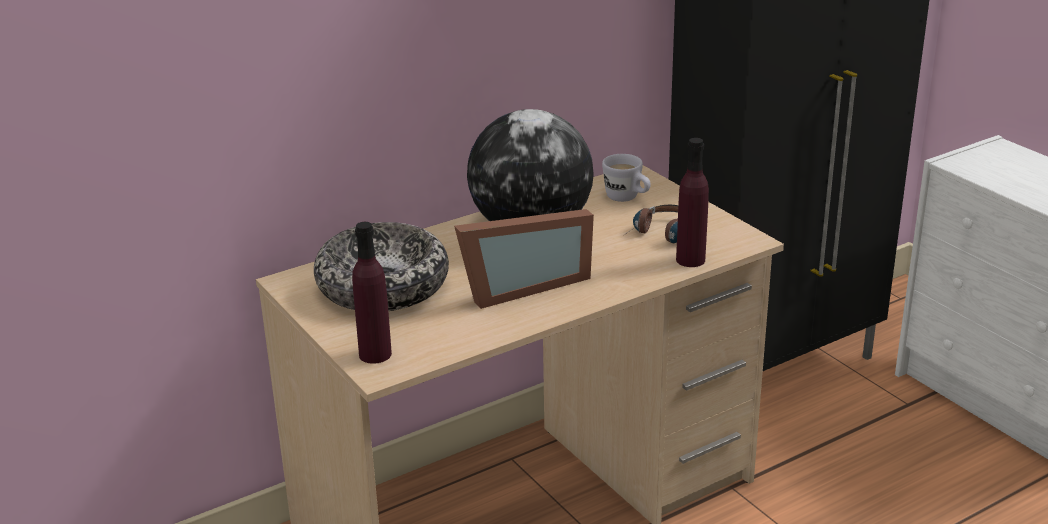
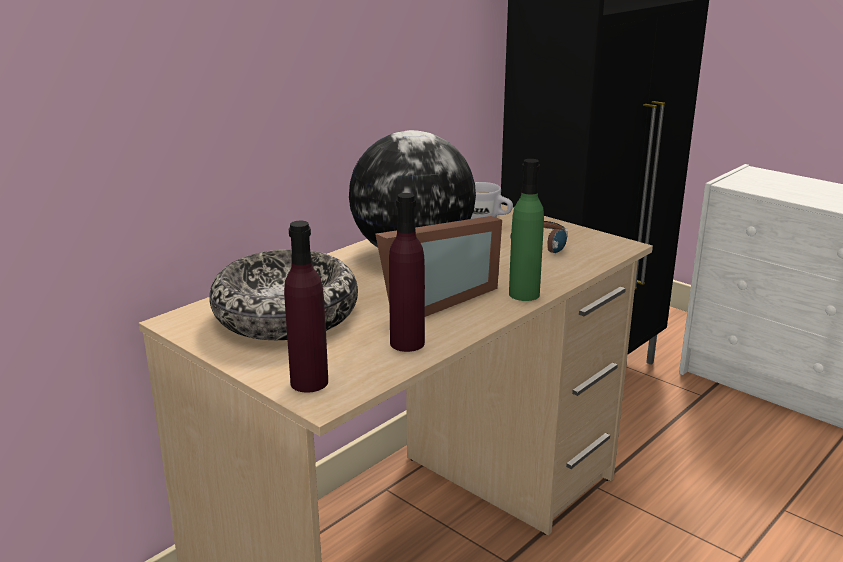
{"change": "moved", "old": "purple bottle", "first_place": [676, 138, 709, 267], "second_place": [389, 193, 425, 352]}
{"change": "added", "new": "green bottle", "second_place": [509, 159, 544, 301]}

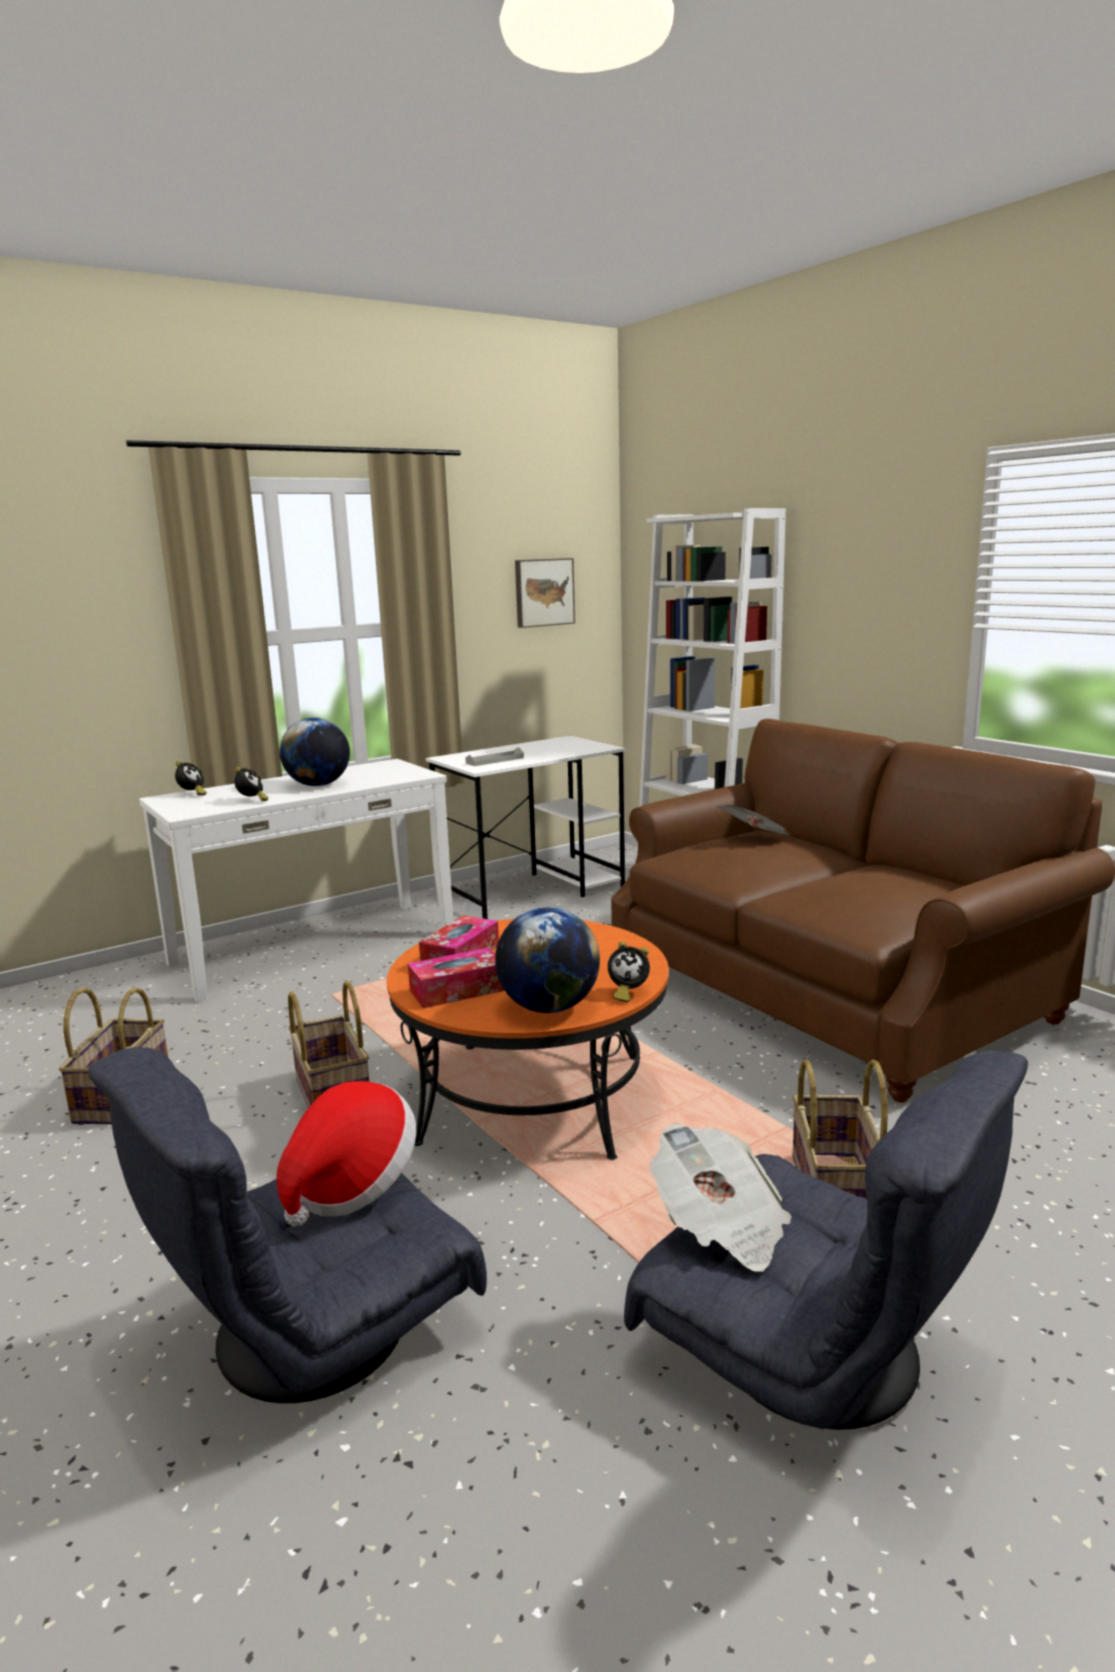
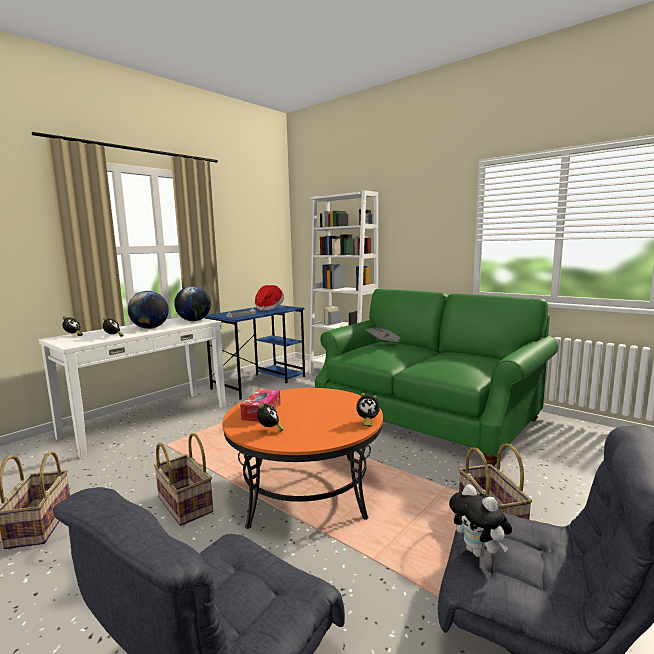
{"change": "moved", "old": "hat", "first_place": [276, 1081, 416, 1227], "second_place": [255, 285, 284, 311]}
{"change": "replaced", "old": "tissue box", "new": "alarm clock", "first_place": [408, 948, 505, 1008], "second_place": [257, 402, 284, 431]}
{"change": "recoloured", "old": "white desk", "new": "blue desk", "first_place": [425, 736, 627, 919], "second_place": [205, 305, 305, 400]}
{"change": "moved", "old": "globe", "first_place": [495, 907, 600, 1013], "second_place": [174, 286, 211, 321]}
{"change": "removed", "old": "picture", "first_place": [515, 558, 575, 628]}
{"change": "recoloured", "old": "brown sofa", "new": "green sofa", "first_place": [611, 719, 1115, 1103], "second_place": [315, 289, 558, 466]}
{"change": "replaced", "old": "newspaper", "new": "plush toy", "first_place": [650, 1123, 792, 1272], "second_place": [449, 484, 512, 557]}

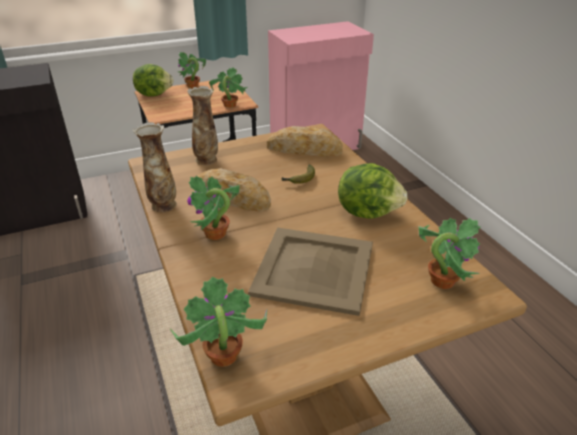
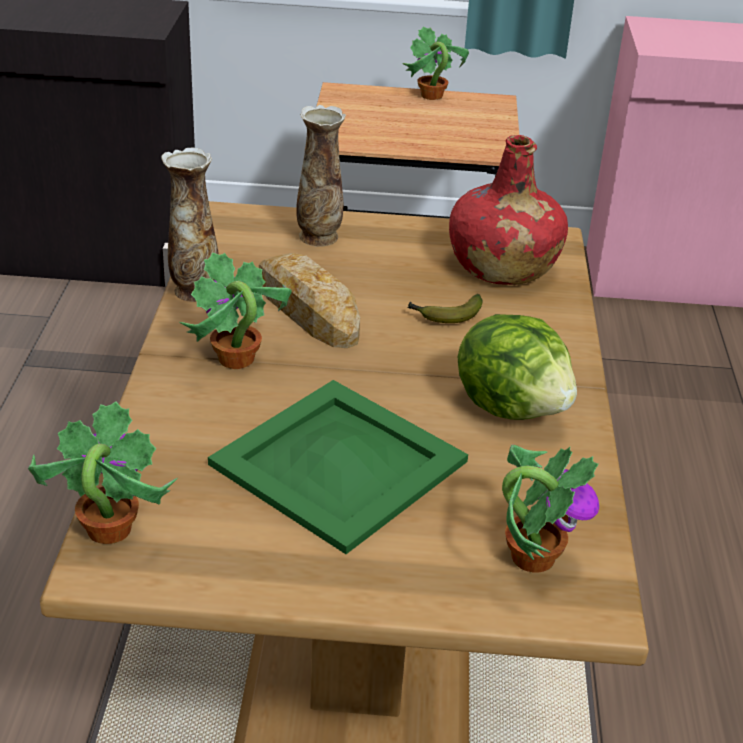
{"change": "removed", "old": "lettuce", "first_place": [133, 64, 174, 97]}
{"change": "removed", "old": "potted plant", "first_place": [209, 67, 248, 108]}
{"change": "recoloured", "old": "beige tray", "new": "green tray", "first_place": [248, 227, 373, 316], "second_place": [208, 380, 468, 554]}
{"change": "replaced", "old": "bread", "new": "red bottle", "first_place": [267, 126, 343, 156], "second_place": [449, 135, 568, 285]}

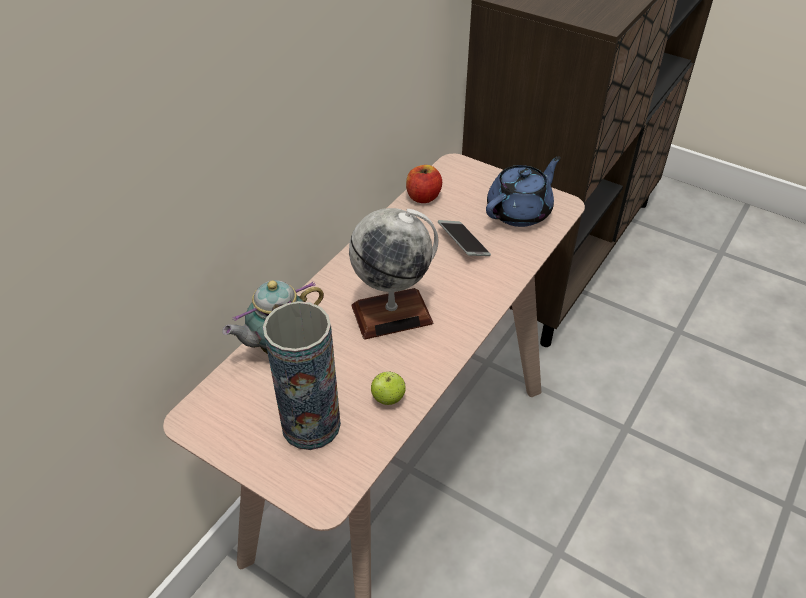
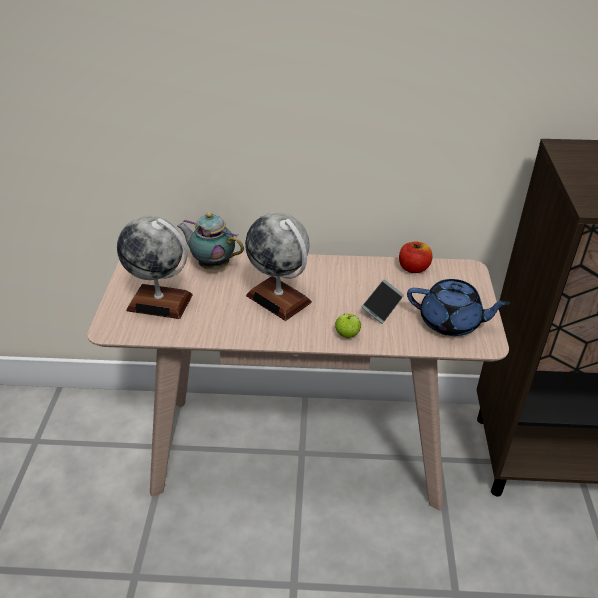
{"change": "replaced", "old": "vase", "new": "globe", "first_place": [263, 301, 341, 450], "second_place": [117, 215, 193, 319]}
{"change": "moved", "old": "apple", "first_place": [371, 371, 406, 405], "second_place": [335, 313, 361, 338]}

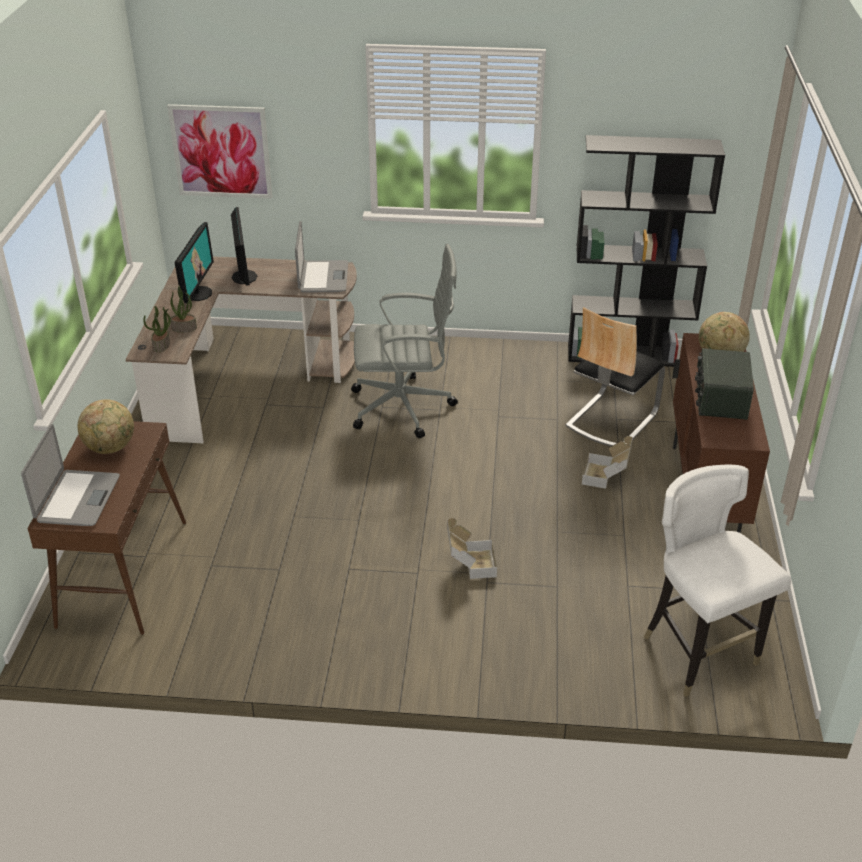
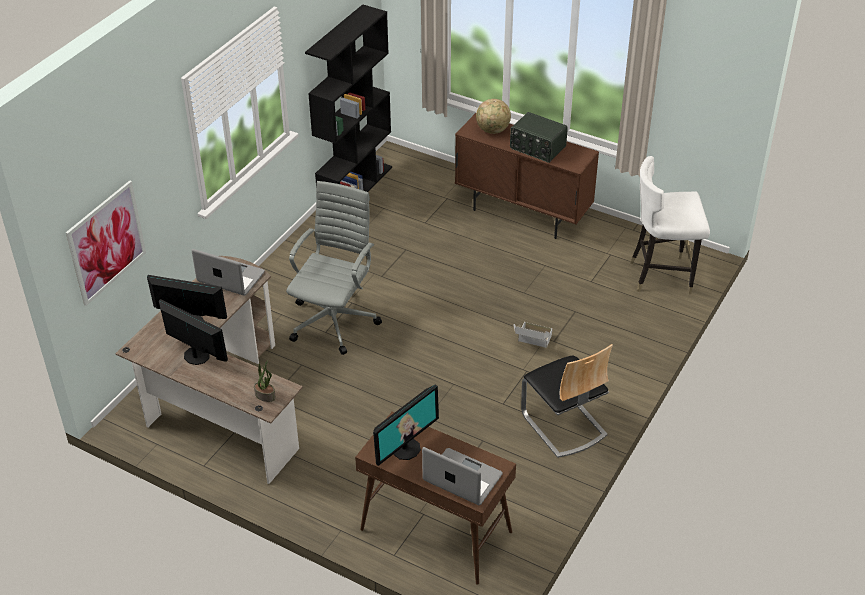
{"change": "replaced", "old": "globe", "new": "monitor", "first_place": [78, 399, 134, 454], "second_place": [373, 385, 439, 466]}
{"change": "removed", "old": "potted plant", "first_place": [171, 285, 197, 333]}
{"change": "moved", "old": "chair", "first_place": [566, 307, 665, 447], "second_place": [521, 344, 613, 458]}
{"change": "removed", "old": "cardboard box", "first_place": [582, 436, 633, 489]}

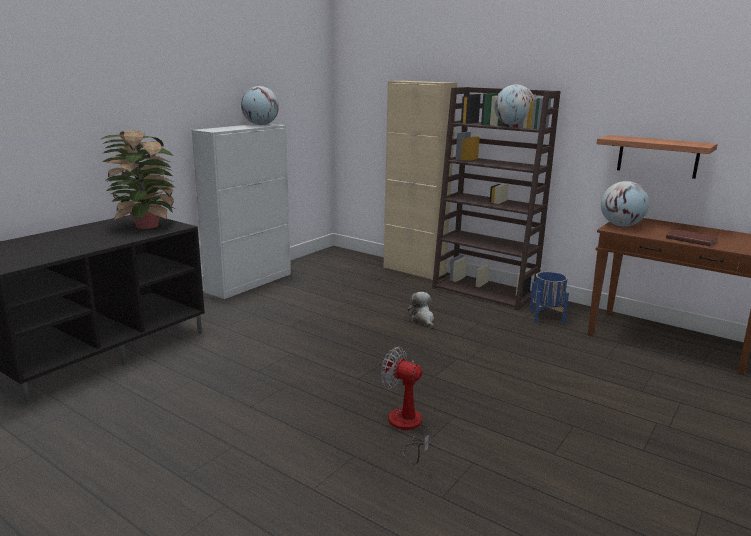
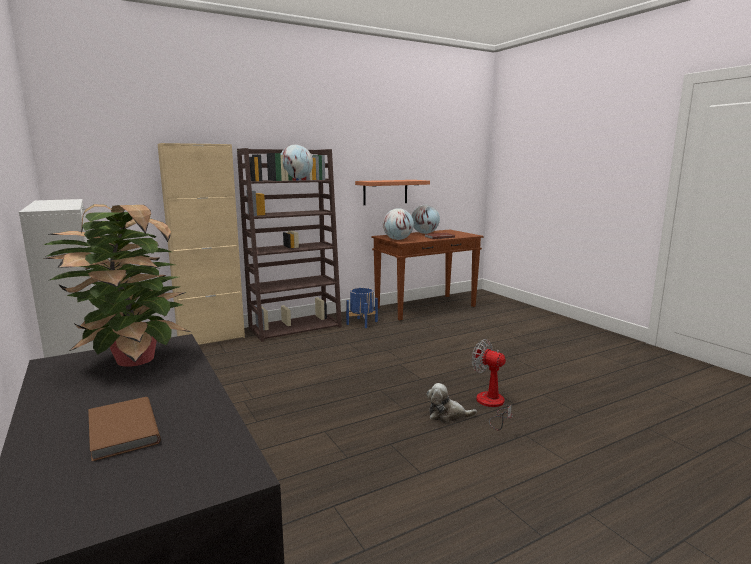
{"change": "moved", "old": "globe", "first_place": [241, 86, 279, 125], "second_place": [411, 205, 440, 234]}
{"change": "turned", "old": "fan", "first_place": [381, 347, 431, 464], "second_place": [472, 339, 513, 431], "degrees": 75}
{"change": "moved", "old": "plush toy", "first_place": [408, 292, 434, 328], "second_place": [427, 383, 477, 423]}
{"change": "added", "new": "brown book", "second_place": [88, 397, 161, 461]}

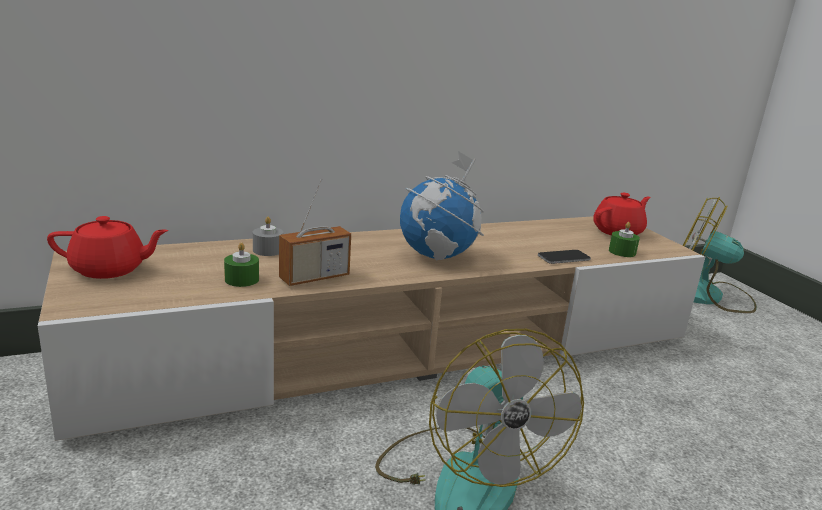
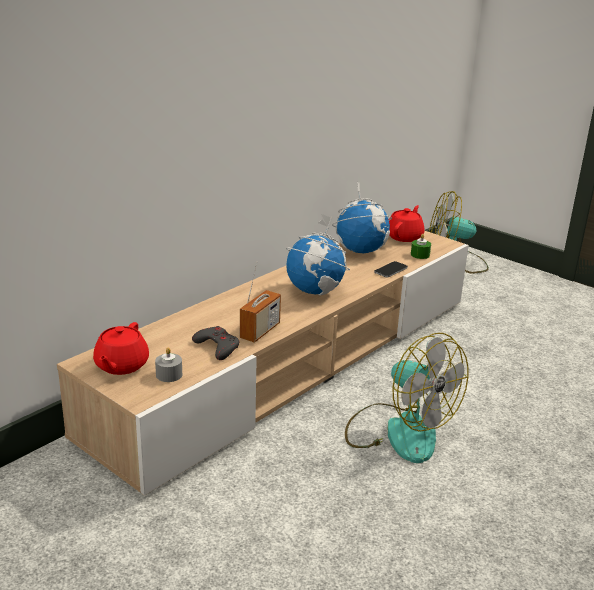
{"change": "turned", "old": "red teapot", "first_place": [47, 216, 168, 279], "second_place": [93, 322, 149, 375], "degrees": 135}
{"change": "replaced", "old": "green candle", "new": "grey game controller", "first_place": [224, 242, 259, 287], "second_place": [192, 326, 239, 360]}
{"change": "moved", "old": "grey candle", "first_place": [253, 217, 283, 256], "second_place": [155, 348, 182, 382]}
{"change": "added", "new": "globe", "second_place": [332, 182, 392, 254]}

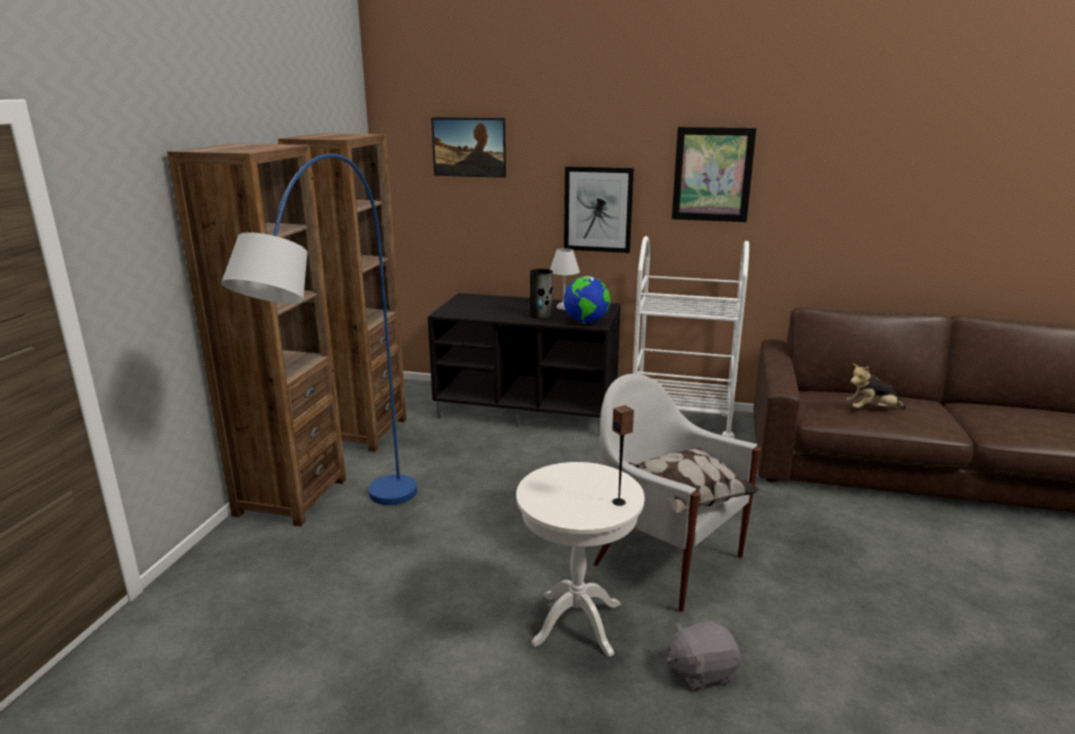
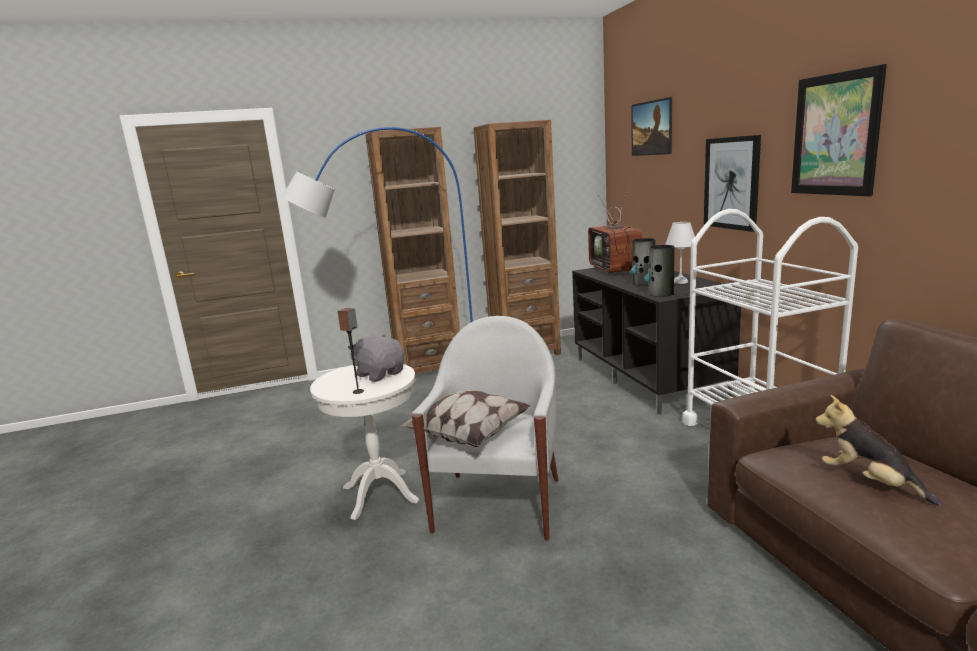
{"change": "replaced", "old": "globe", "new": "vase", "first_place": [563, 276, 610, 323], "second_place": [644, 245, 675, 297]}
{"change": "moved", "old": "grey plush toy", "first_place": [666, 621, 741, 691], "second_place": [348, 335, 404, 382]}
{"change": "added", "new": "television", "second_place": [588, 190, 642, 275]}

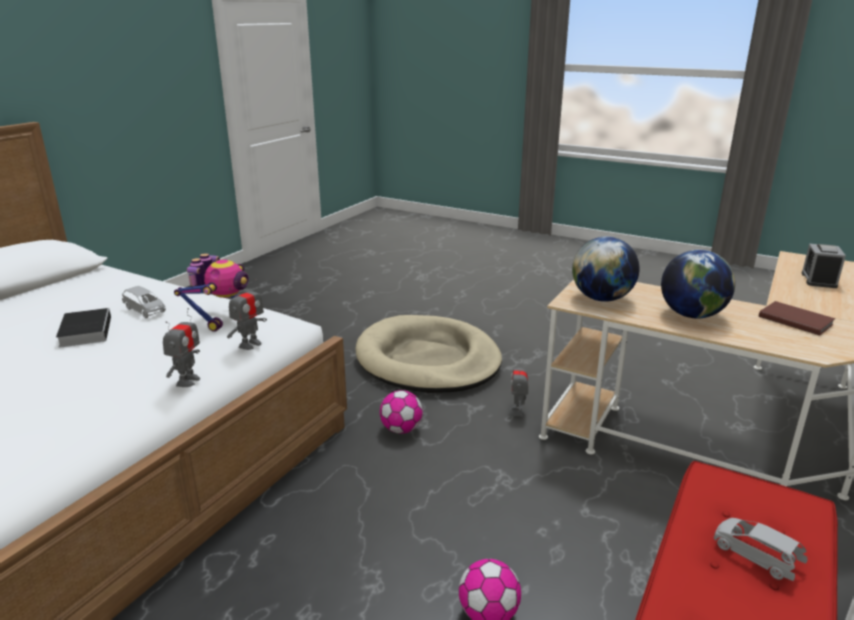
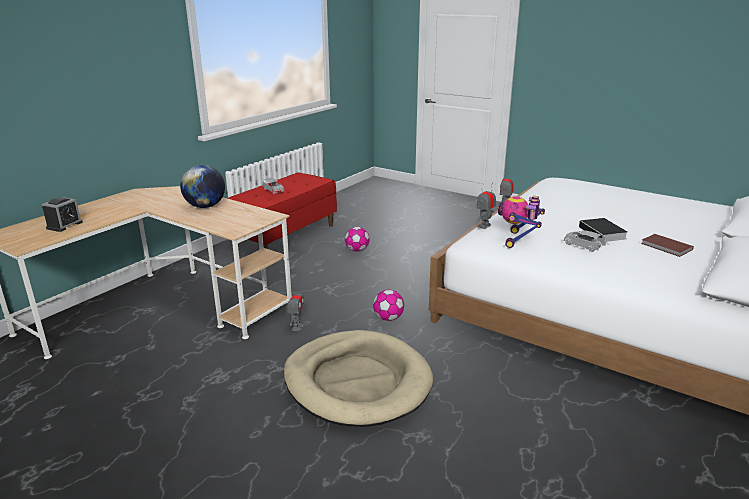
{"change": "removed", "old": "globe", "first_place": [572, 237, 639, 302]}
{"change": "moved", "old": "brown book", "first_place": [759, 301, 835, 336], "second_place": [641, 234, 694, 257]}

